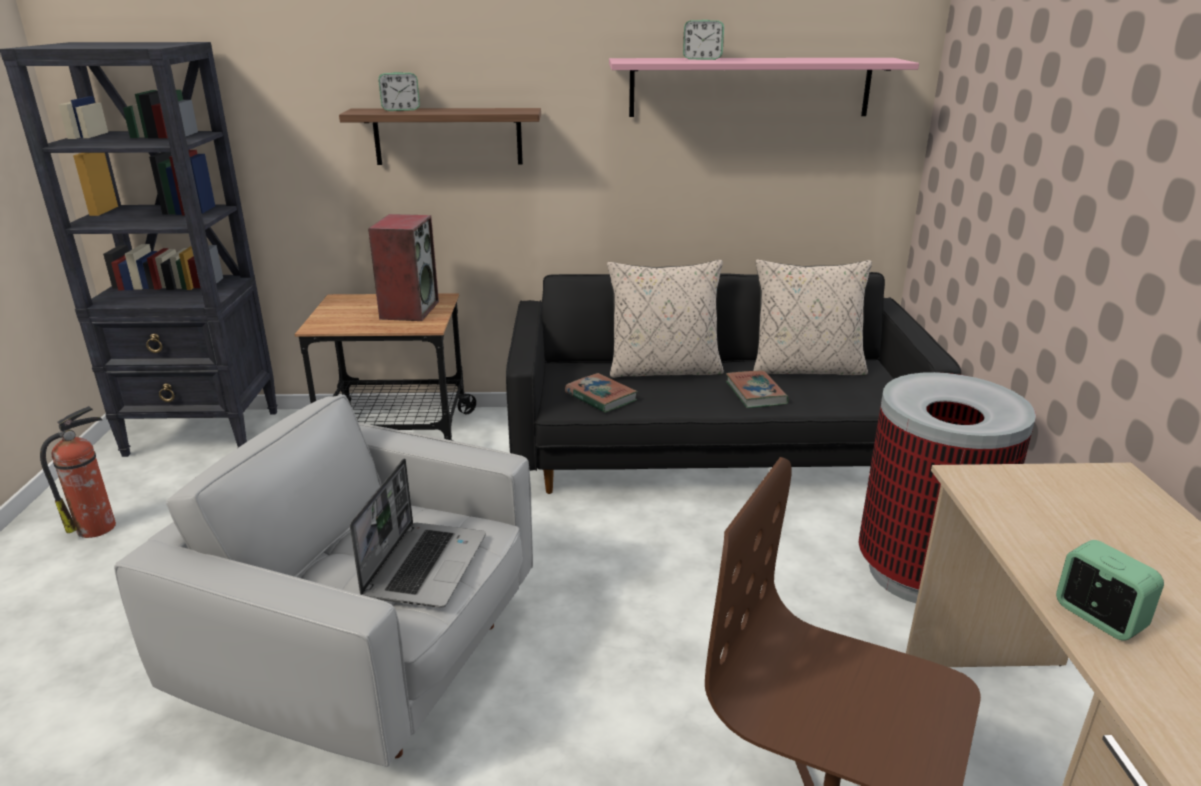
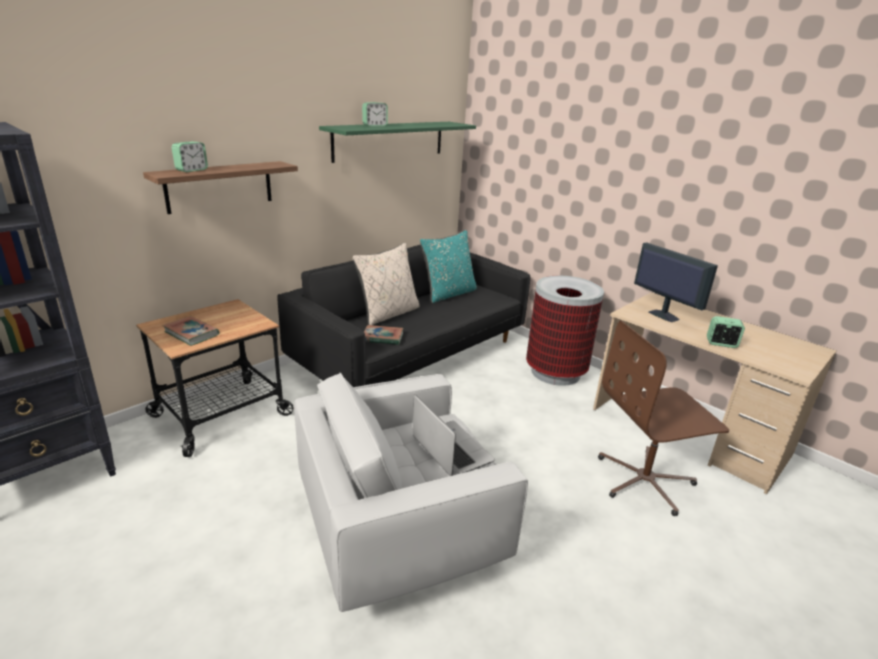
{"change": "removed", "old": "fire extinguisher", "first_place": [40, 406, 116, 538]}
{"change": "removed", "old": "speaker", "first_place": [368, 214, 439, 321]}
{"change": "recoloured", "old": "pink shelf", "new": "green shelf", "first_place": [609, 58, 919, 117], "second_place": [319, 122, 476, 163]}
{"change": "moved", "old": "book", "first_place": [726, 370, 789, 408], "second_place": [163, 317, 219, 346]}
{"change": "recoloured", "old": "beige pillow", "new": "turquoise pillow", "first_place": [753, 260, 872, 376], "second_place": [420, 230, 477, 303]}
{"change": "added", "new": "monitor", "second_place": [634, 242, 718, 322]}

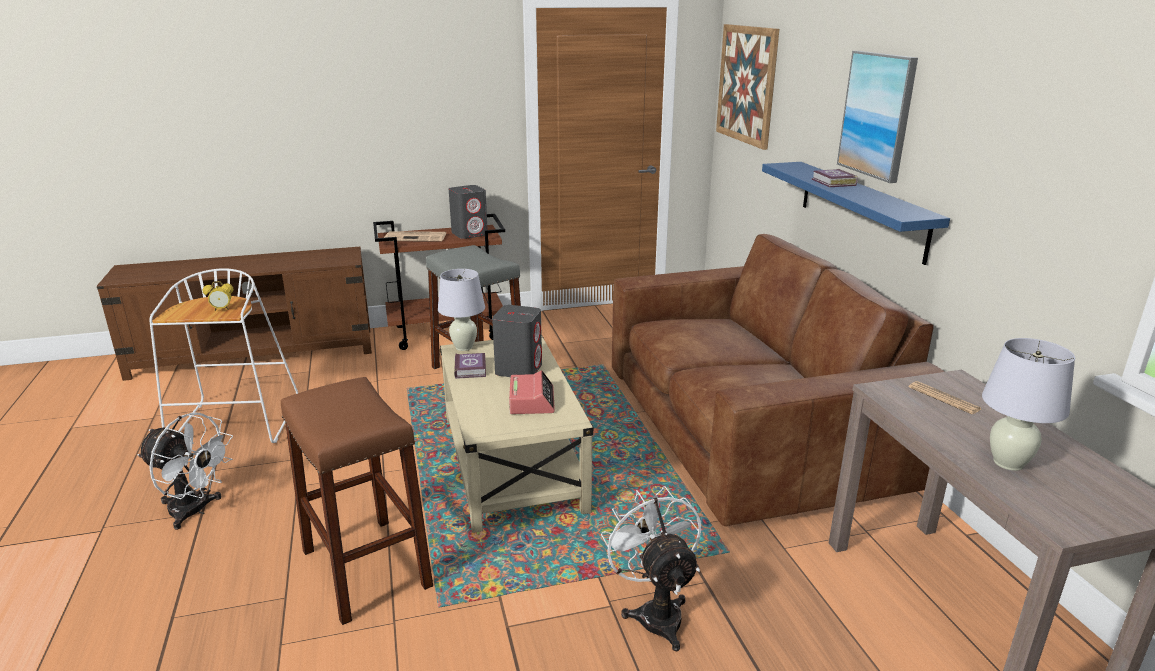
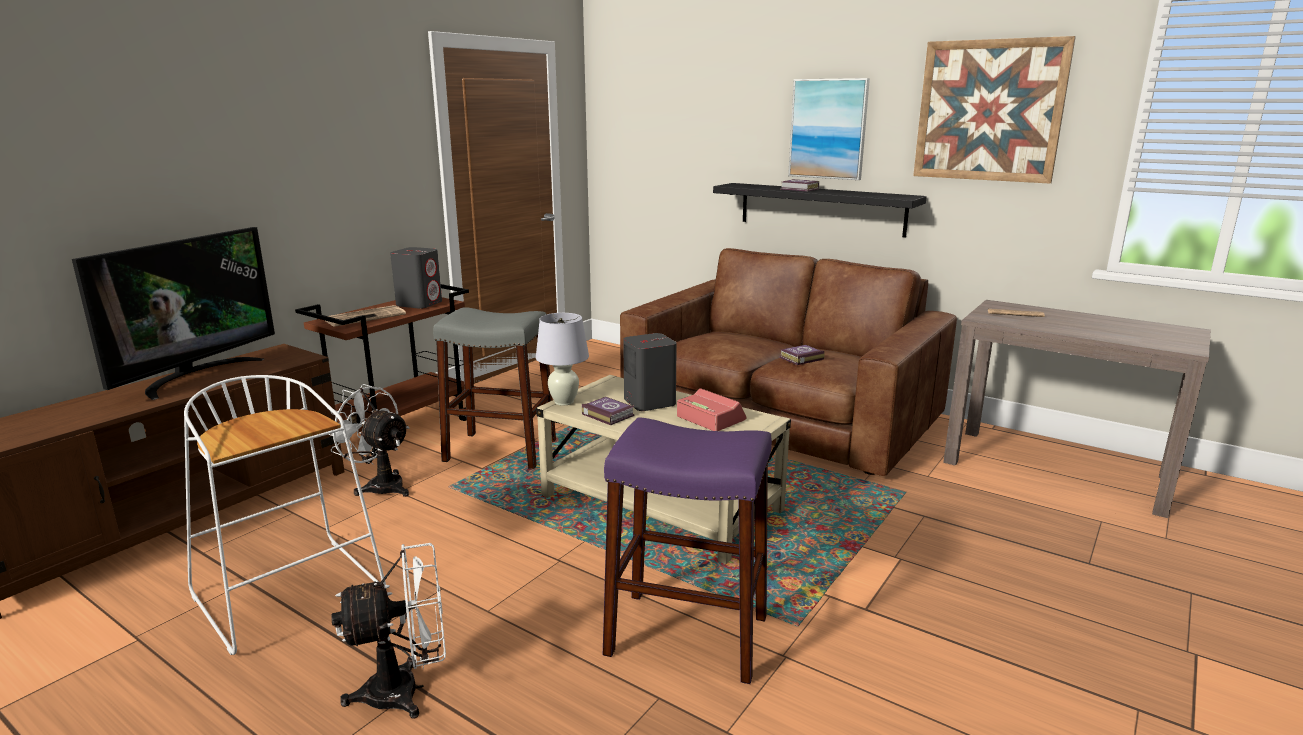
{"change": "removed", "old": "alarm clock", "first_place": [203, 281, 233, 311]}
{"change": "recoloured", "old": "brown stool", "new": "purple stool", "first_place": [281, 377, 433, 625], "second_place": [603, 417, 772, 684]}
{"change": "moved", "old": "white fan", "first_place": [601, 486, 701, 651], "second_place": [327, 384, 409, 497]}
{"change": "moved", "old": "picture", "first_place": [716, 24, 779, 150], "second_place": [913, 36, 1076, 184]}
{"change": "recoloured", "old": "blue shelf", "new": "black shelf", "first_place": [762, 162, 950, 265], "second_place": [713, 183, 927, 238]}
{"change": "removed", "old": "white table lamp", "first_place": [982, 338, 1075, 471]}
{"change": "added", "new": "television", "second_place": [72, 227, 275, 400]}
{"change": "added", "new": "book", "second_place": [779, 345, 825, 365]}

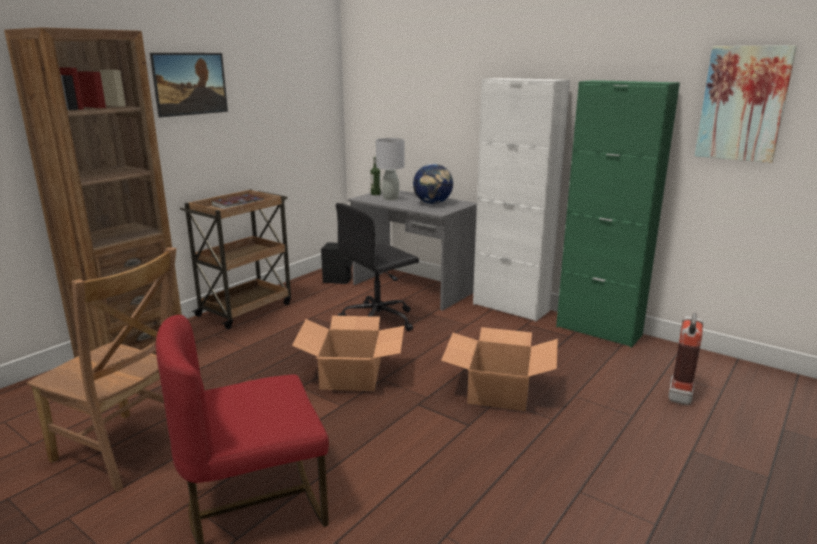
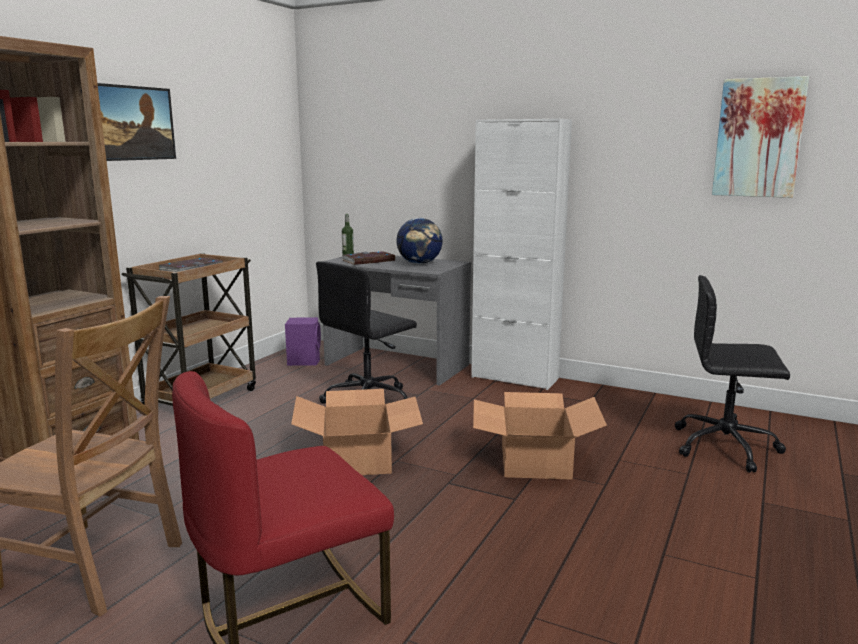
{"change": "recoloured", "old": "black speaker", "new": "purple speaker", "first_place": [321, 242, 352, 284], "second_place": [285, 317, 321, 366]}
{"change": "replaced", "old": "grey table lamp", "new": "book", "first_place": [376, 138, 405, 200], "second_place": [342, 251, 395, 265]}
{"change": "removed", "old": "green cabinet", "first_place": [556, 80, 680, 348]}
{"change": "replaced", "old": "fire extinguisher", "new": "black office chair", "first_place": [668, 312, 704, 405], "second_place": [675, 275, 790, 473]}

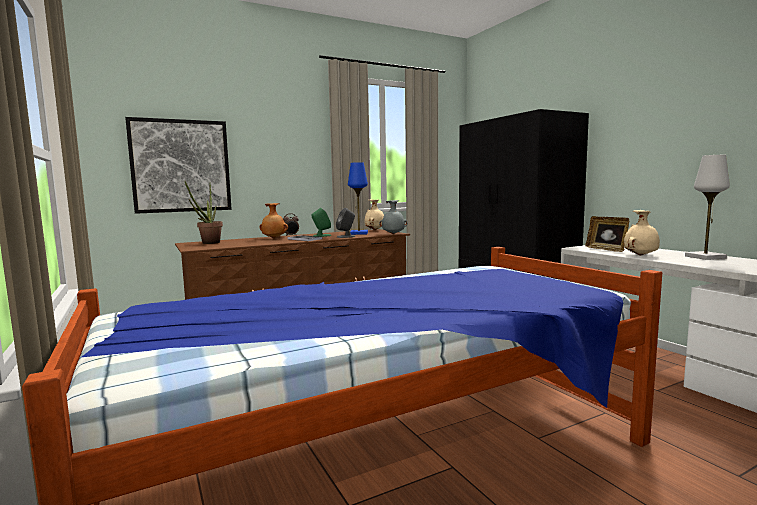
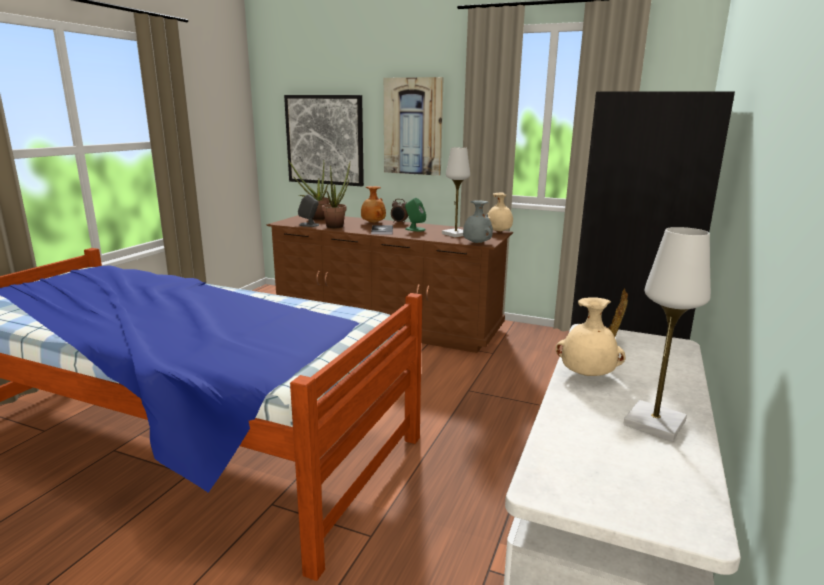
{"change": "moved", "old": "grey speaker", "first_place": [336, 208, 355, 238], "second_place": [298, 194, 319, 227]}
{"change": "recoloured", "old": "blue table lamp", "new": "white table lamp", "first_place": [348, 162, 368, 235], "second_place": [442, 147, 470, 237]}
{"change": "added", "new": "potted plant", "second_place": [322, 162, 350, 228]}
{"change": "added", "new": "picture", "second_place": [384, 77, 444, 176]}

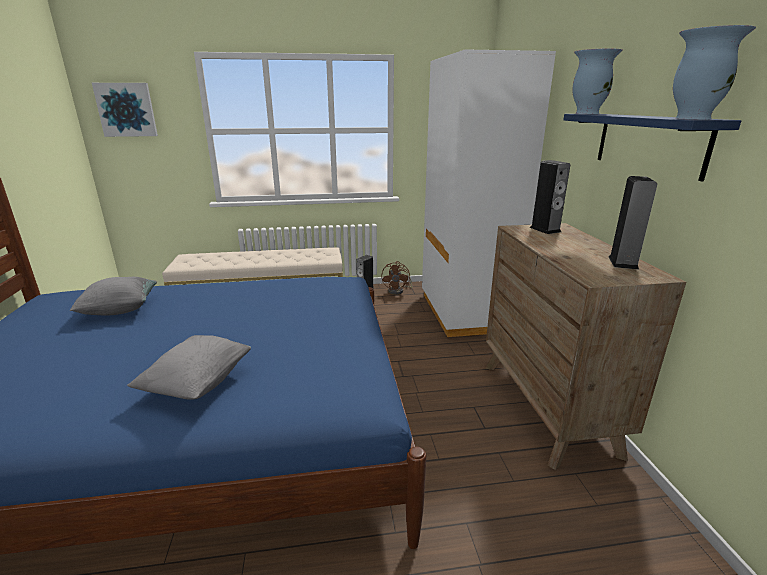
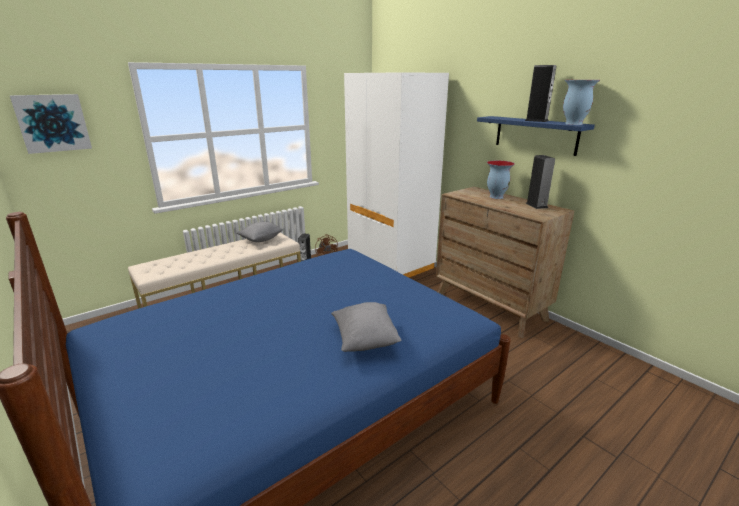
{"change": "moved", "old": "grey pillow", "first_place": [69, 277, 157, 315], "second_place": [237, 221, 283, 242]}
{"change": "moved", "old": "speaker", "first_place": [530, 160, 570, 234], "second_place": [525, 65, 556, 122]}
{"change": "moved", "old": "vase", "first_place": [572, 48, 623, 114], "second_place": [487, 161, 515, 199]}

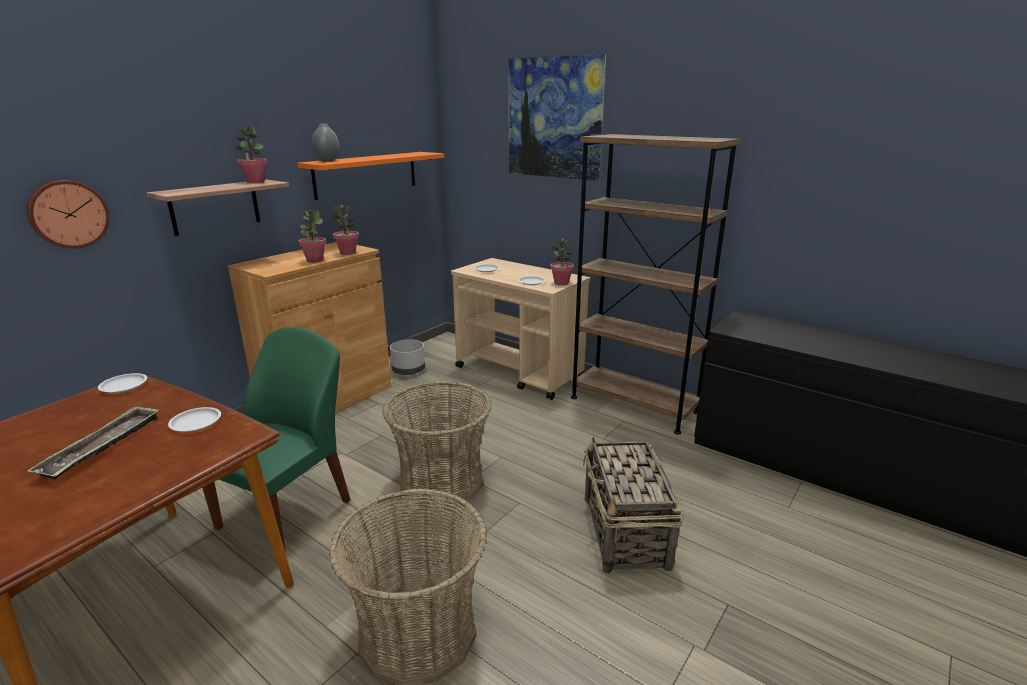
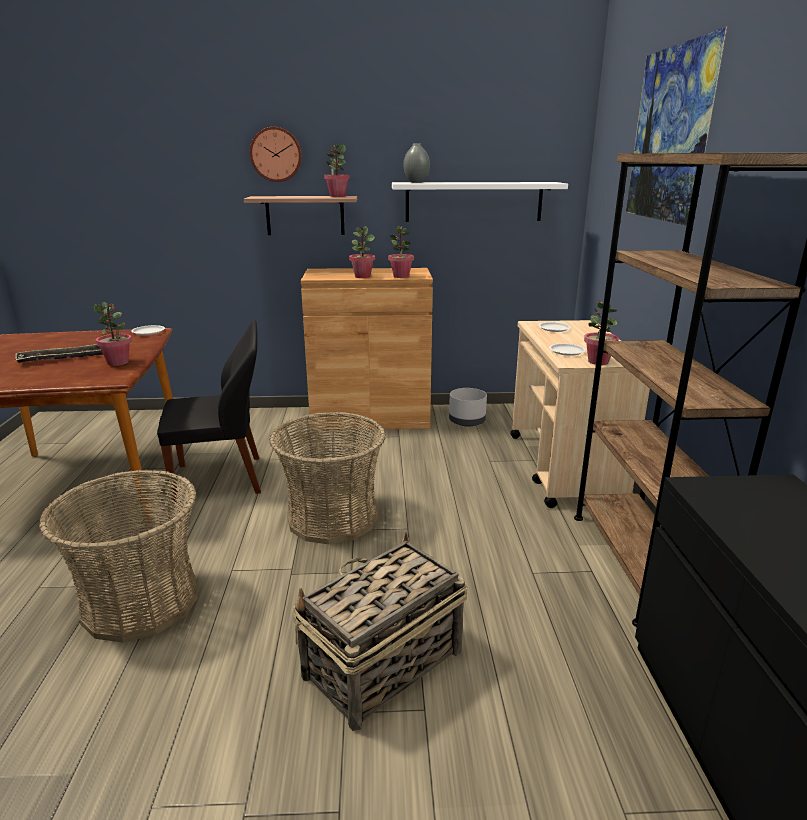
{"change": "moved", "old": "wall clock", "first_place": [26, 180, 110, 249], "second_place": [250, 127, 302, 182]}
{"change": "replaced", "old": "white plate", "new": "potted plant", "first_place": [168, 407, 221, 432], "second_place": [94, 302, 132, 366]}
{"change": "recoloured", "old": "green chair", "new": "black chair", "first_place": [203, 327, 351, 553], "second_place": [157, 320, 261, 503]}
{"change": "recoloured", "old": "orange shelf", "new": "white shelf", "first_place": [297, 152, 444, 200], "second_place": [392, 182, 568, 222]}

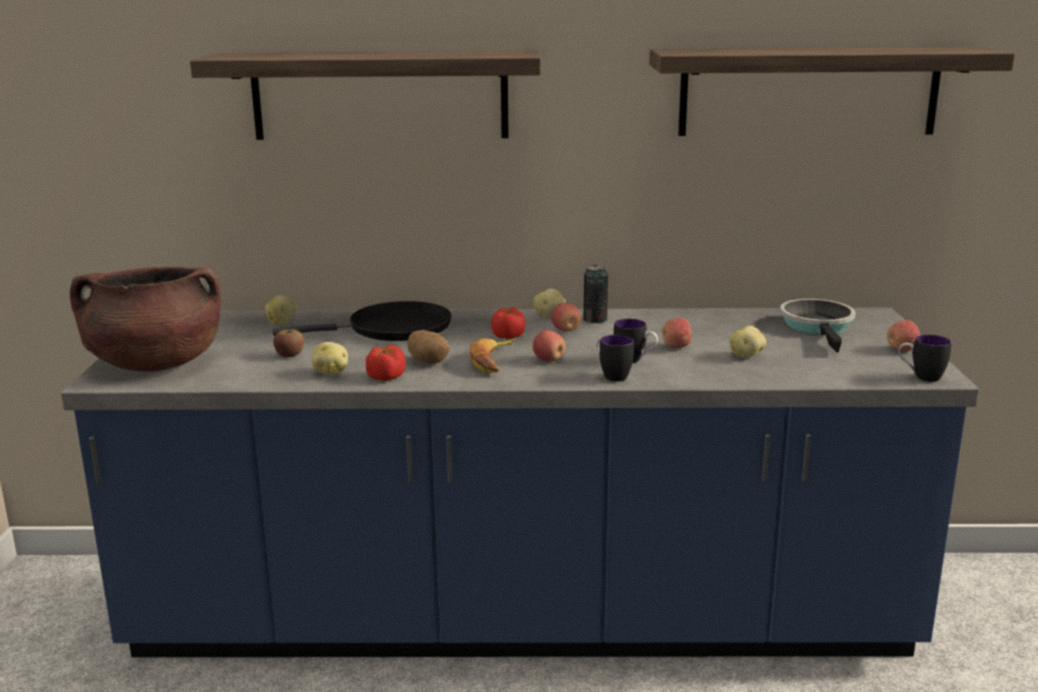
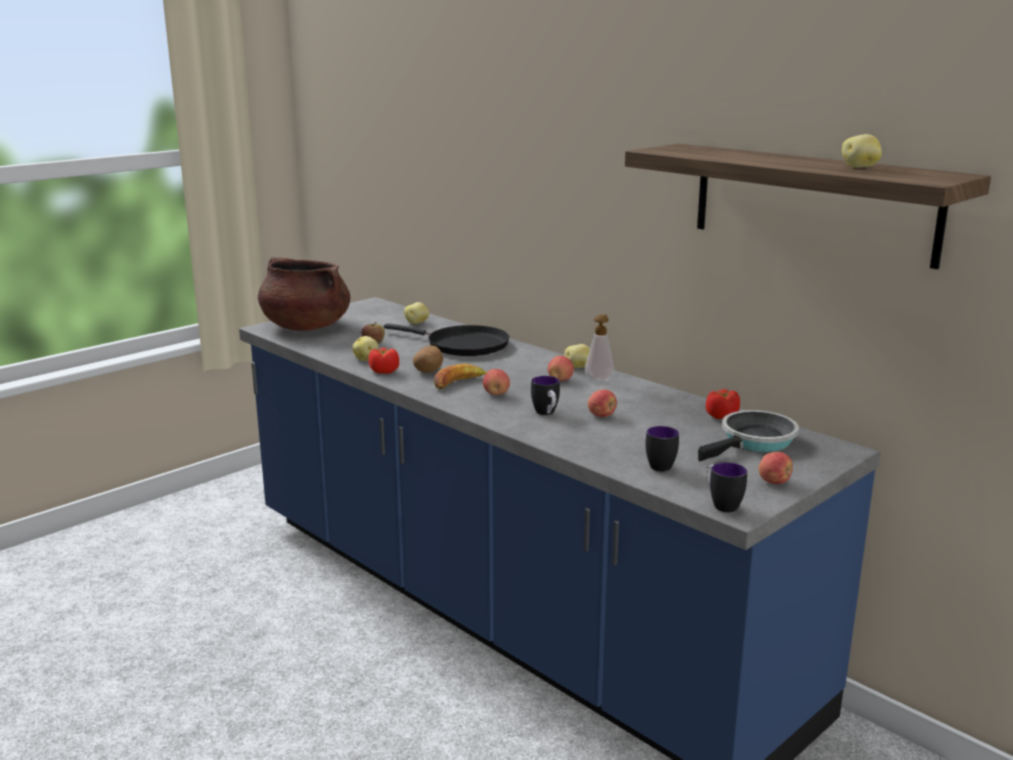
{"change": "removed", "old": "shelf", "first_place": [190, 51, 541, 140]}
{"change": "moved", "old": "tomato", "first_place": [491, 307, 525, 340], "second_place": [706, 389, 740, 419]}
{"change": "replaced", "old": "can", "new": "soap dispenser", "first_place": [583, 265, 608, 323], "second_place": [585, 315, 614, 383]}
{"change": "moved", "old": "mug", "first_place": [597, 335, 634, 382], "second_place": [646, 426, 679, 472]}
{"change": "moved", "old": "potato", "first_place": [730, 326, 766, 358], "second_place": [842, 134, 882, 168]}

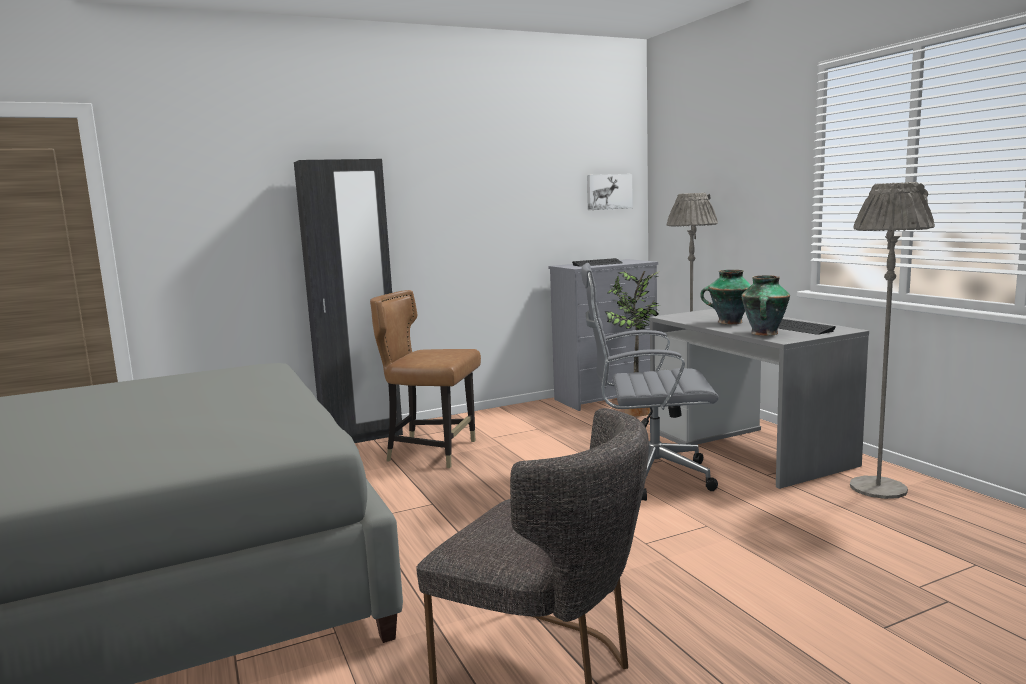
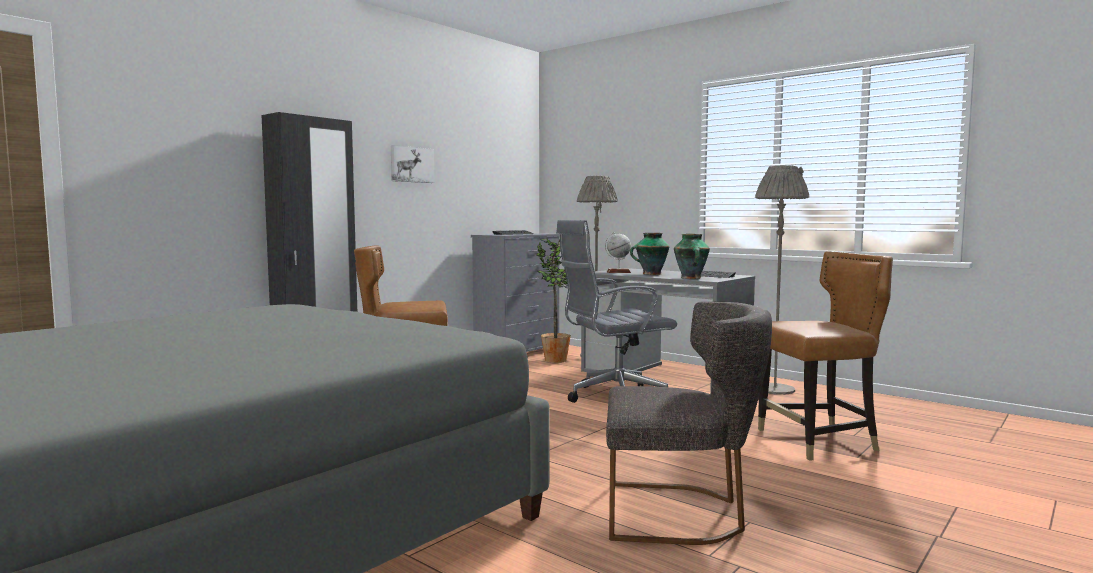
{"change": "moved", "old": "picture", "first_place": [587, 174, 633, 210], "second_place": [391, 145, 434, 183]}
{"change": "added", "new": "globe", "second_place": [605, 232, 631, 273]}
{"change": "added", "new": "brown chair", "second_place": [758, 251, 893, 461]}

